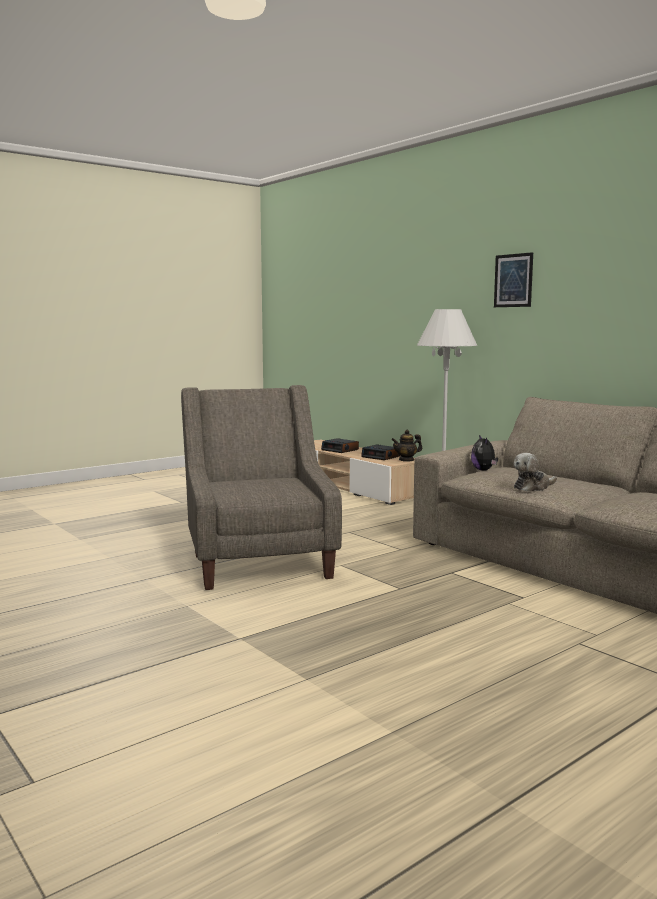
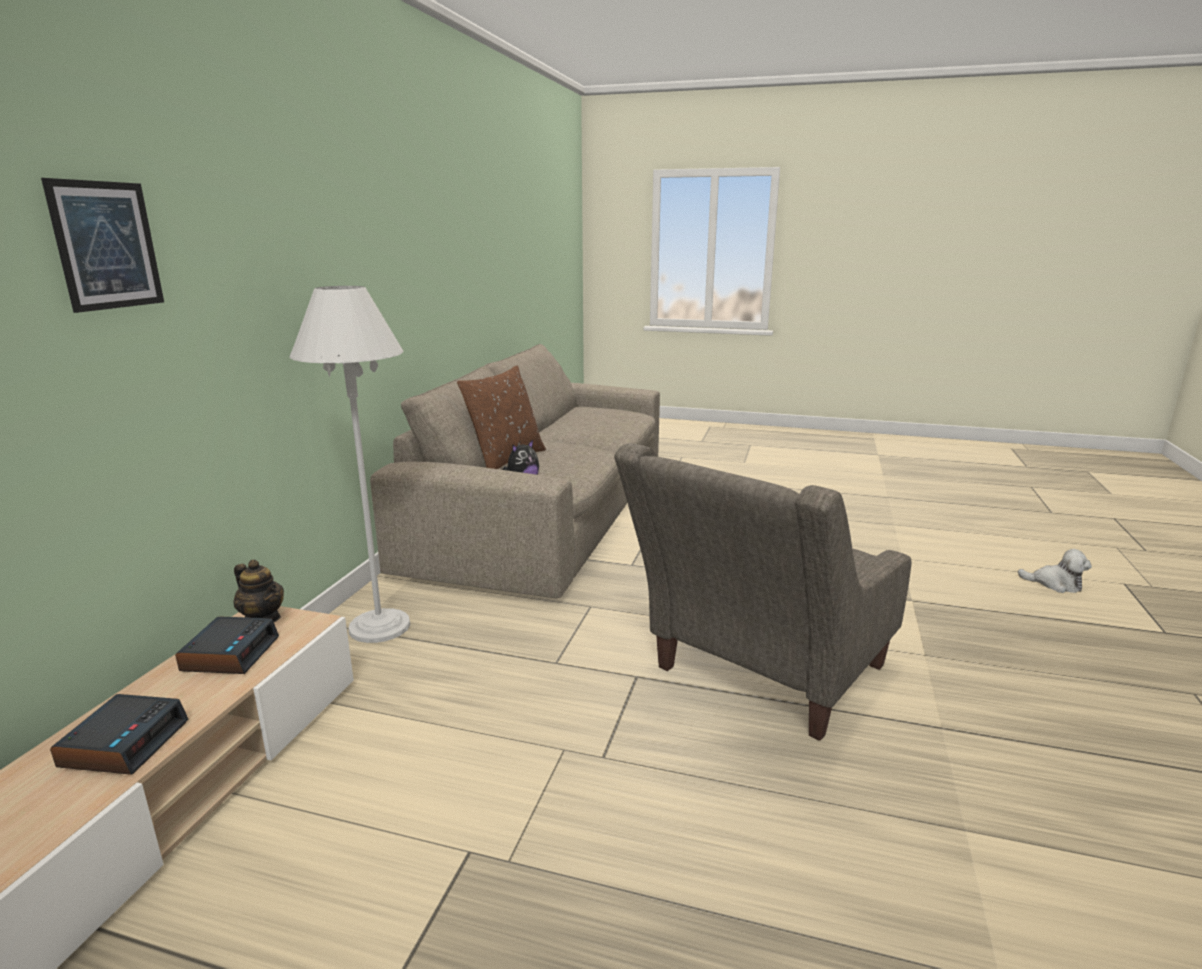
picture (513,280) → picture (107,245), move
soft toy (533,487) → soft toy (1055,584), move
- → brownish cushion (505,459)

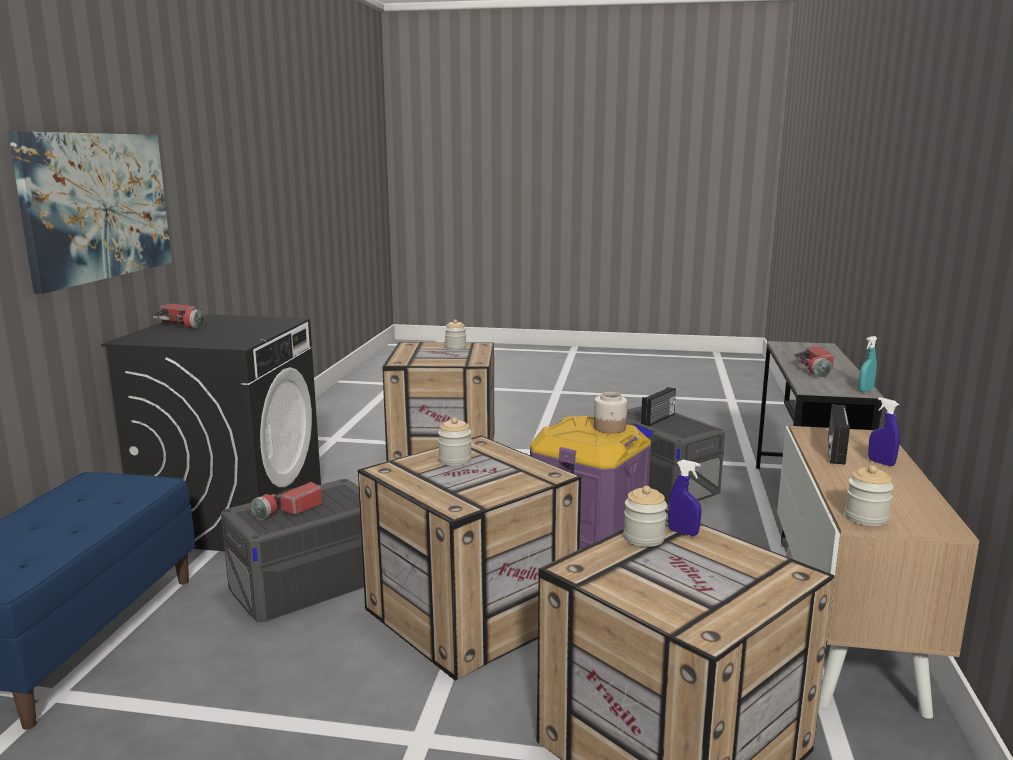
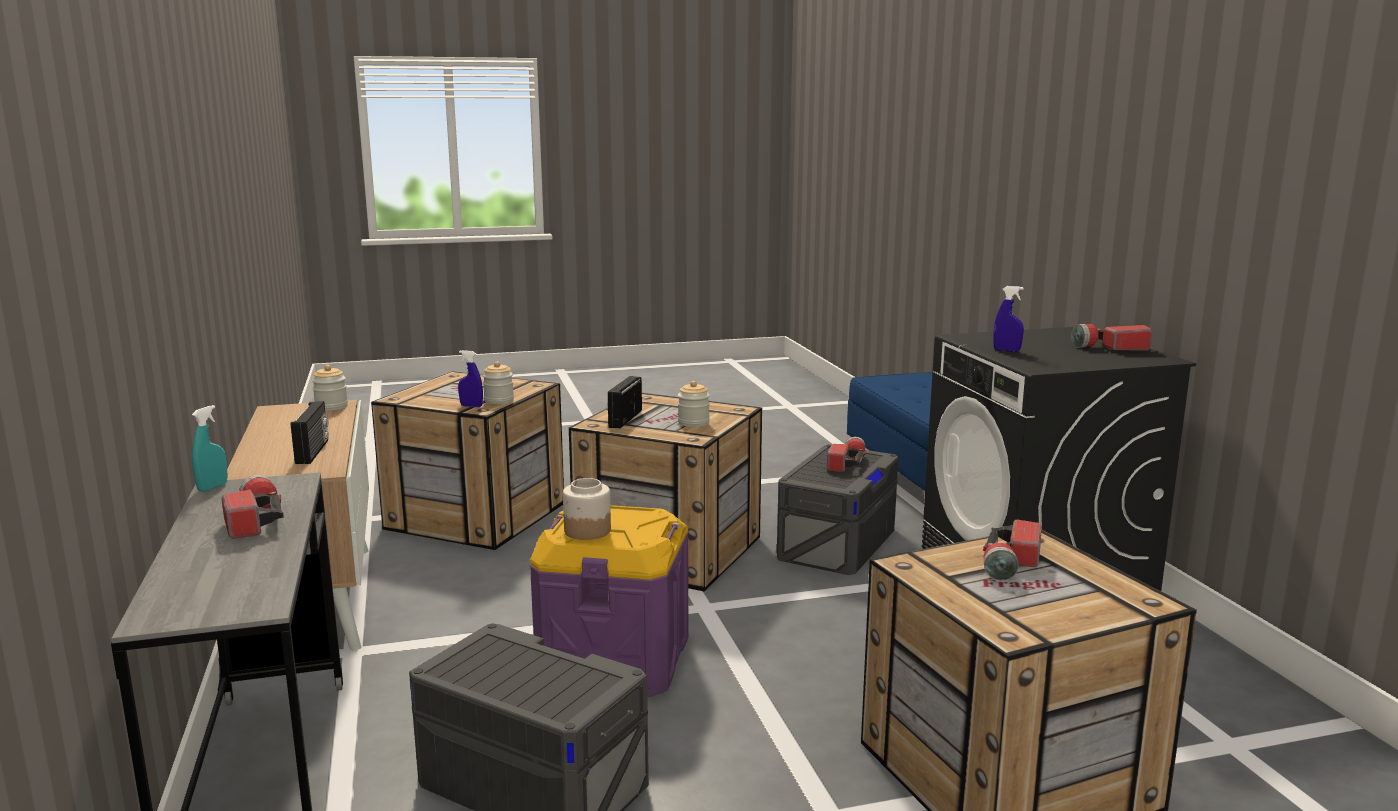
picture (97,206) → -
storage jar (455,347) → -
radio set (658,419) → radio set (624,419), move
bluish hand sprayer (881,463) → bluish hand sprayer (1006,350), move
- → flashlight (1010,564)

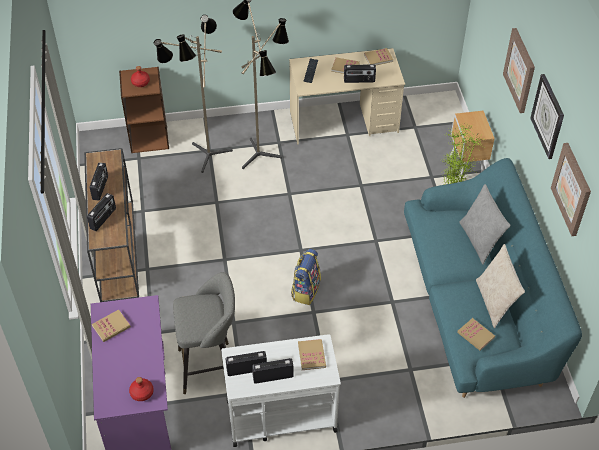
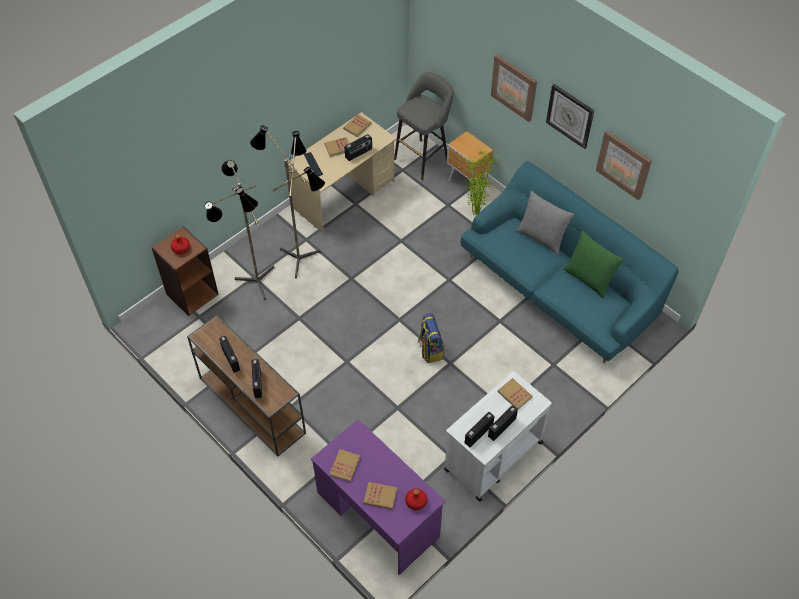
greyish sitting stool (210,367) → greyish sitting stool (423,158), move
book (475,335) → book (380,496), move
sand-coloured cushion (495,302) → greenish cushion (589,278)

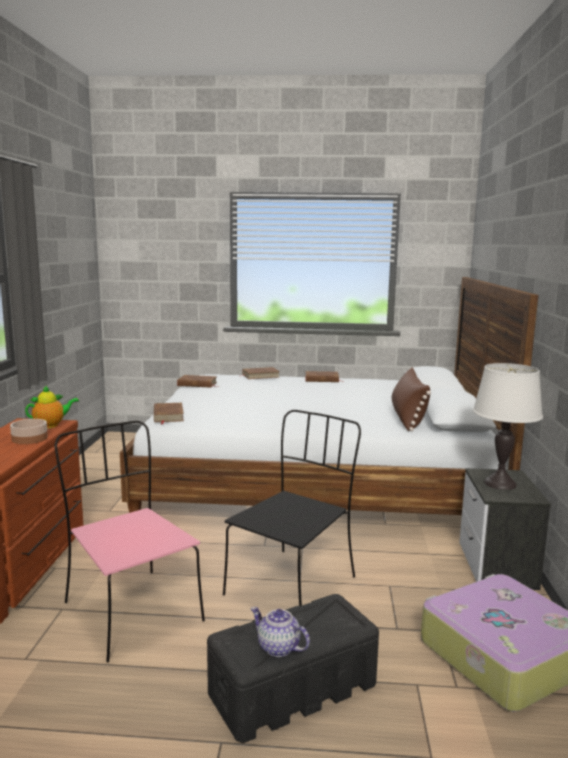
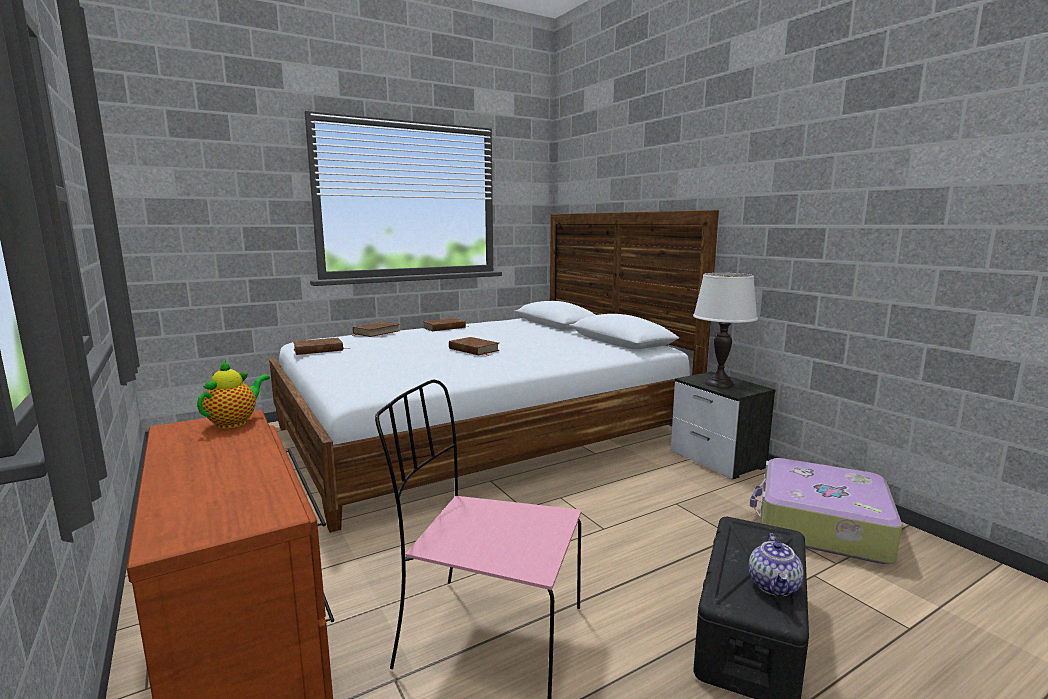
serving bowl (30,439) → -
brownish book (168,416) → brownish book (474,350), move
black-coloured chair (293,584) → -
tea pot (278,647) → tea pot (774,586), 75 degrees counterclockwise
brownish cushion (407,417) → -

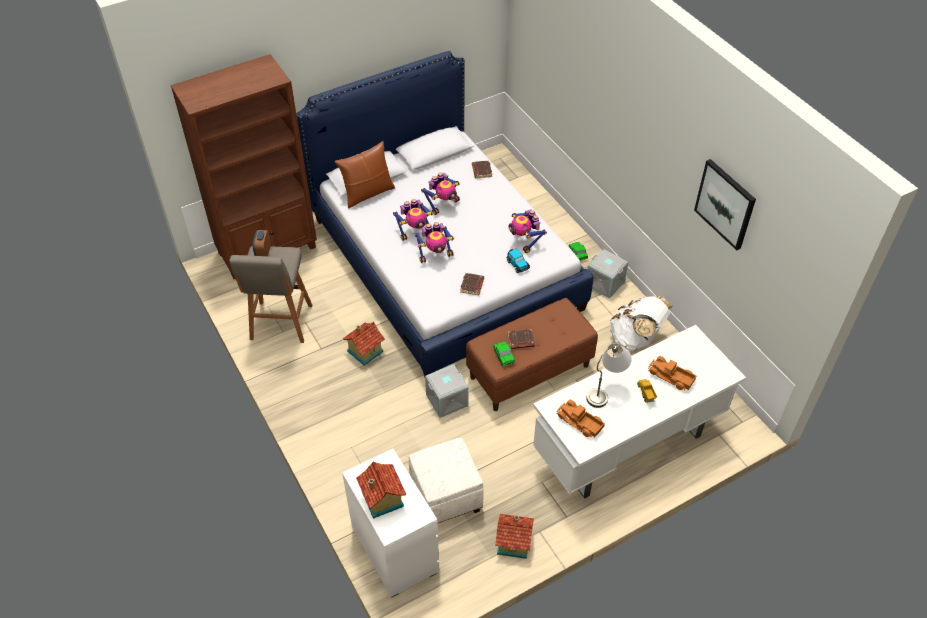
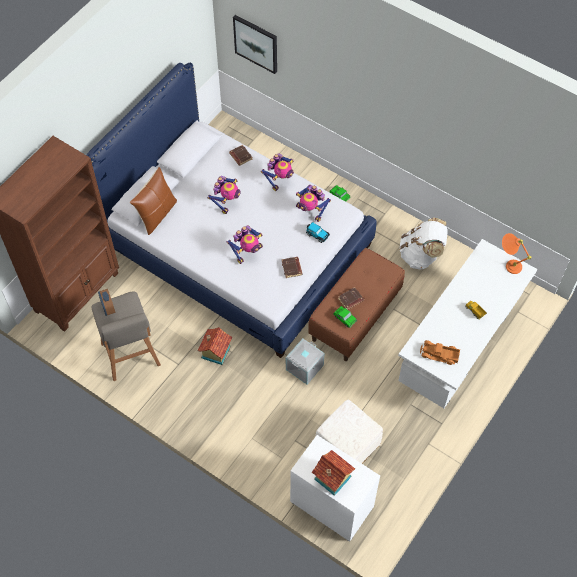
toy robot (415,231) → toy robot (280,179), move
model house (513,542) → -
greyish tabletop lamp (606,390) → -
greyish storage container (605,283) → -
toy truck (670,377) → -
picture (725,204) → picture (256,43), move
- → orange-coloured tabletop lamp (508,264)

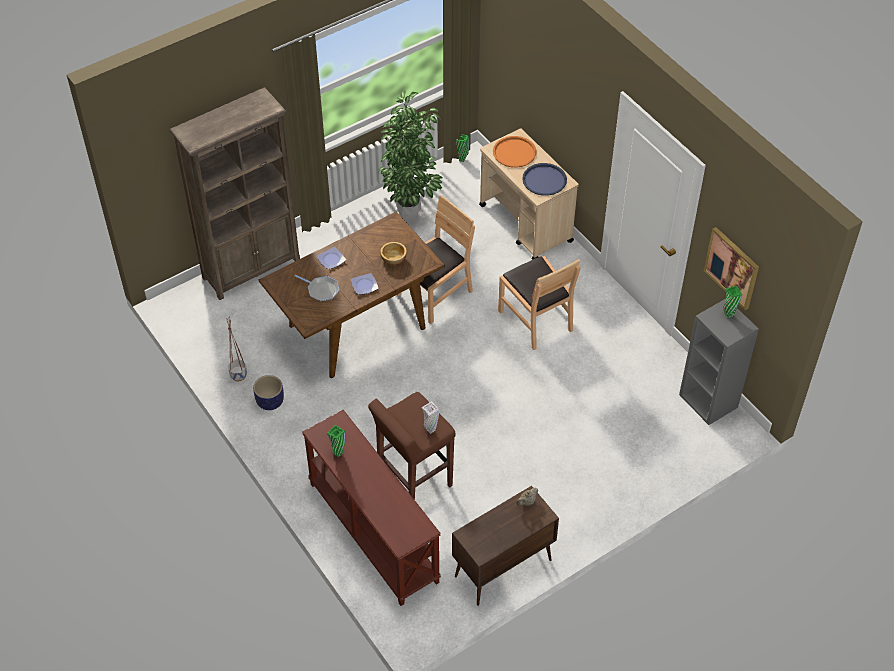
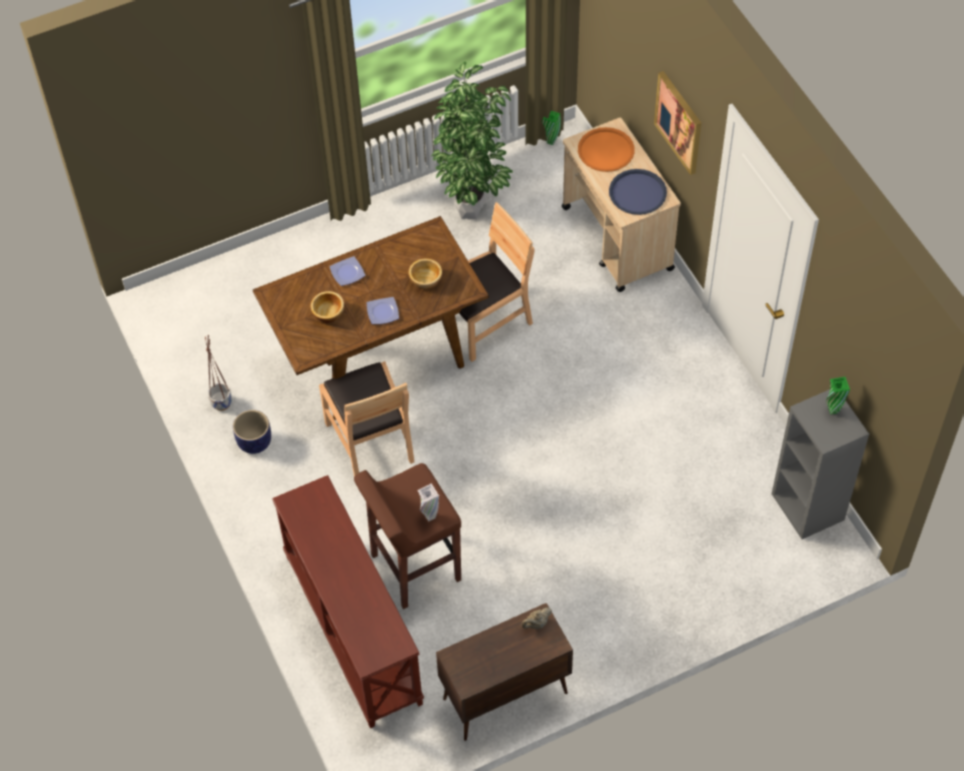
brownish bookshelf (252,268) → -
skillet (321,290) → serving bowl (328,312)
greenish flower vase (338,453) → -
brownish chair (536,320) → brownish chair (370,441), move
picture (732,267) → picture (679,122), move

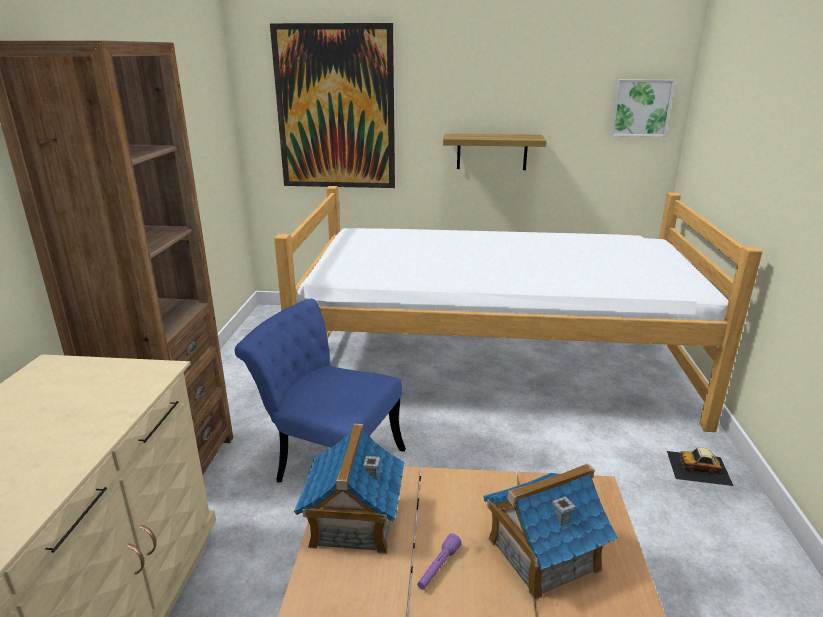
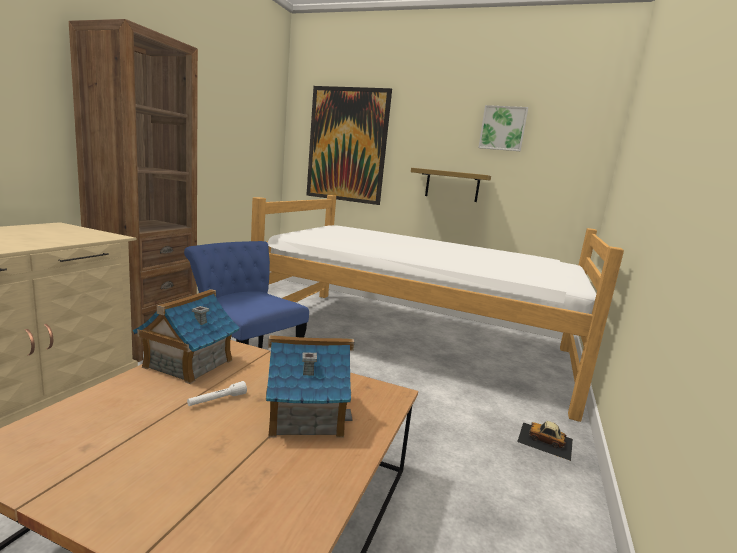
purple-coloured flashlight (438,567) → white-coloured flashlight (217,400)
picture (640,108) → picture (503,128), move

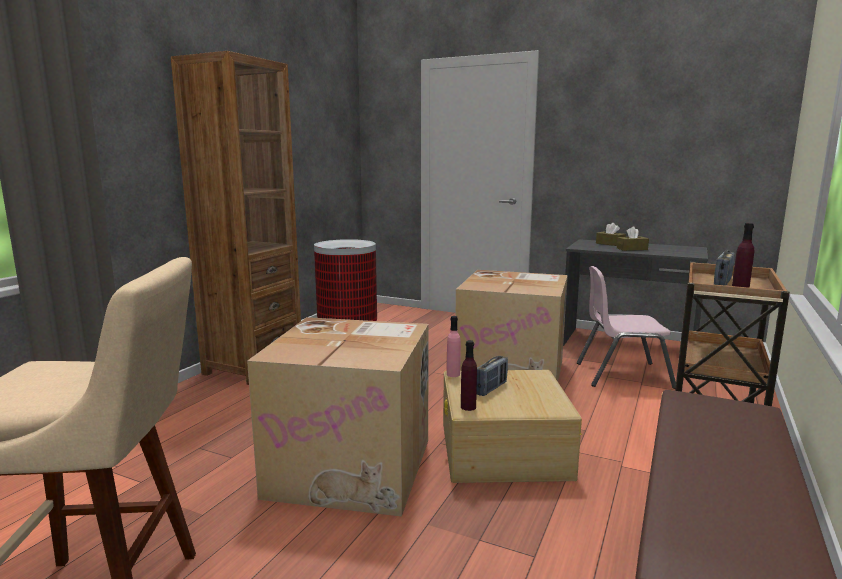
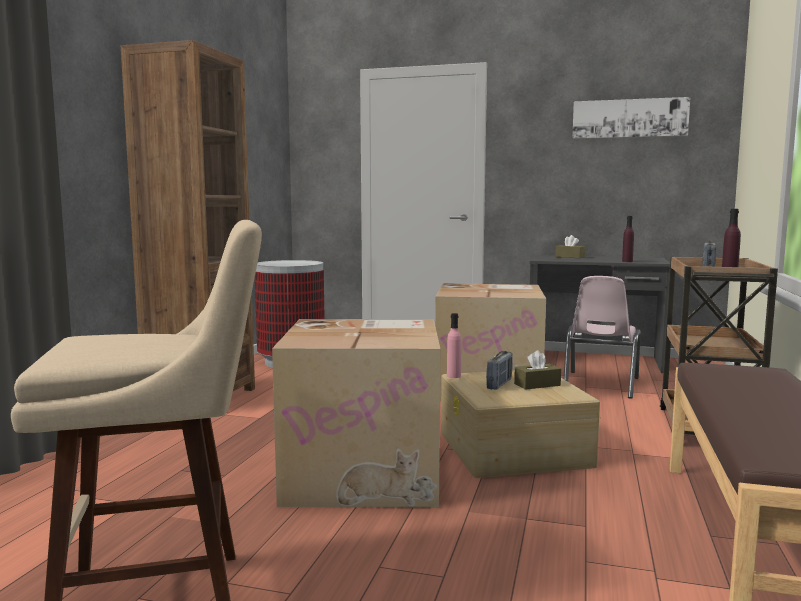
purple-coloured bottle (468,407) → purple-coloured bottle (627,261), move
pinkish chair (622,375) → pinkish chair (600,384), 60 degrees counterclockwise
brownish tissue box (632,249) → brownish tissue box (537,384), move
- → picture (629,118)

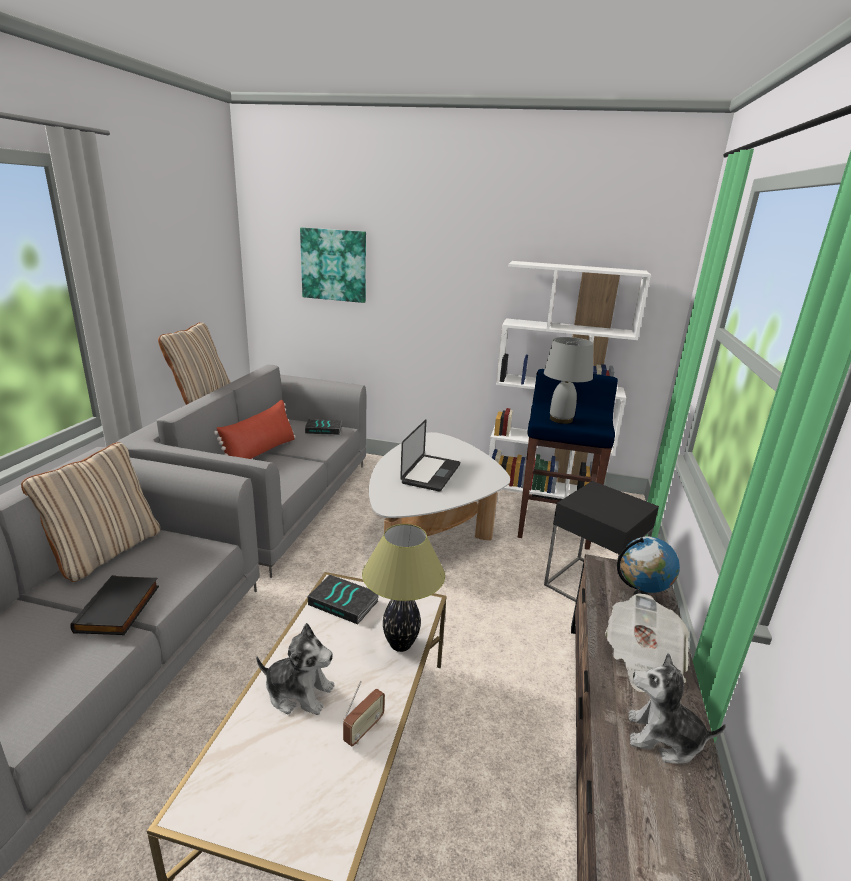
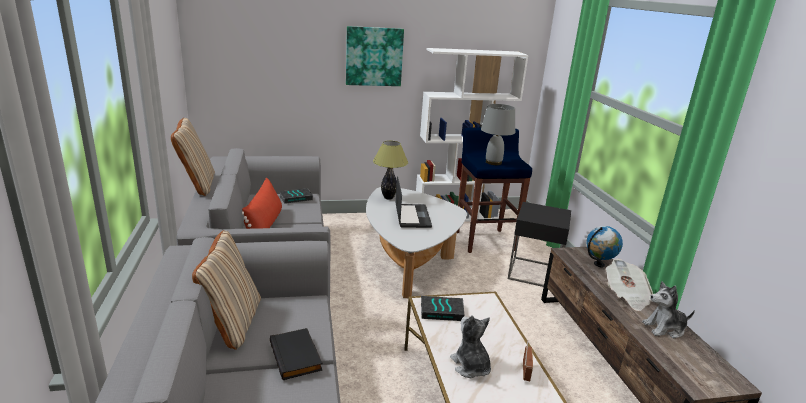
soft toy (299,692) → soft toy (470,366), 105 degrees counterclockwise
picture (334,265) → picture (374,56), move
tabletop lamp (400,644) → tabletop lamp (388,197), move

